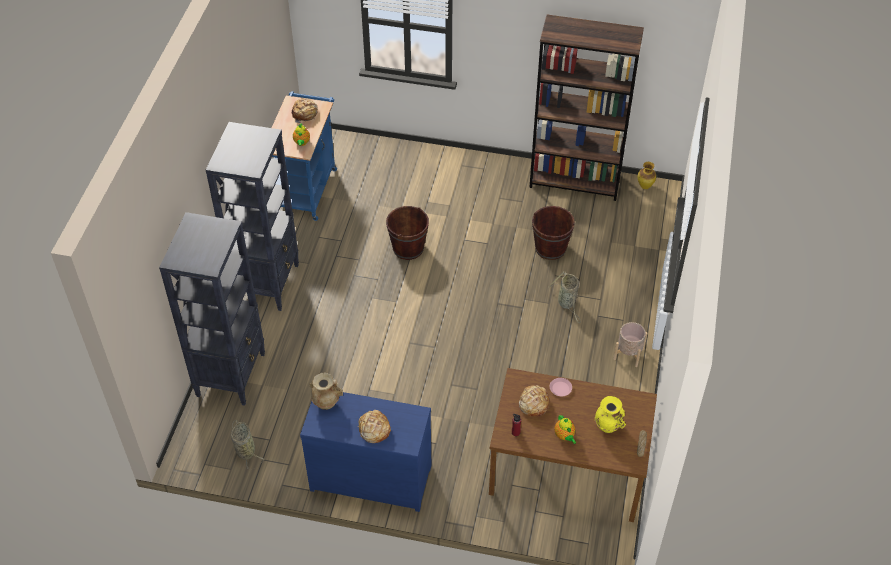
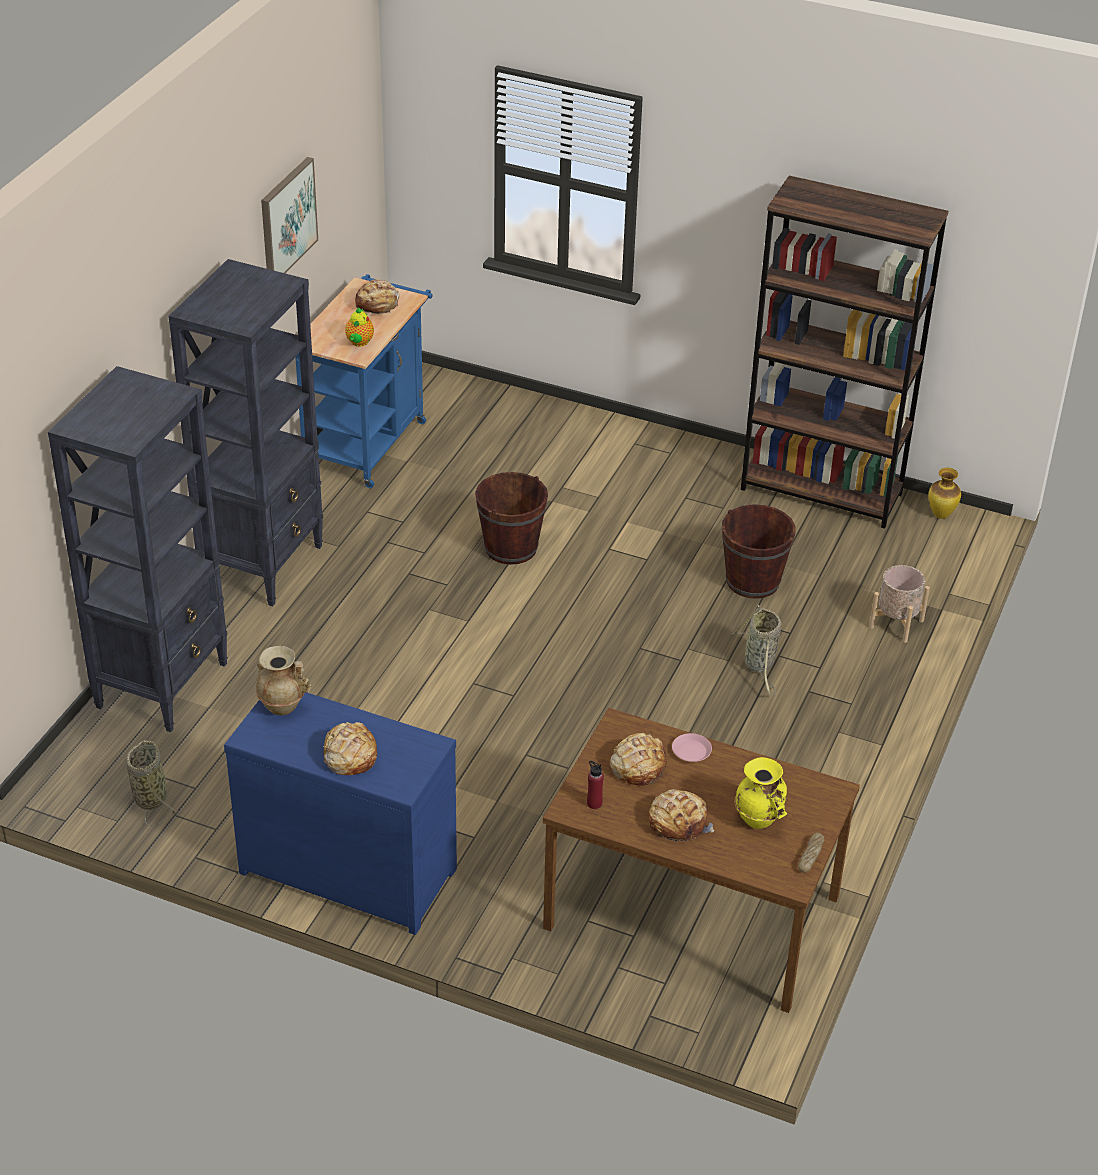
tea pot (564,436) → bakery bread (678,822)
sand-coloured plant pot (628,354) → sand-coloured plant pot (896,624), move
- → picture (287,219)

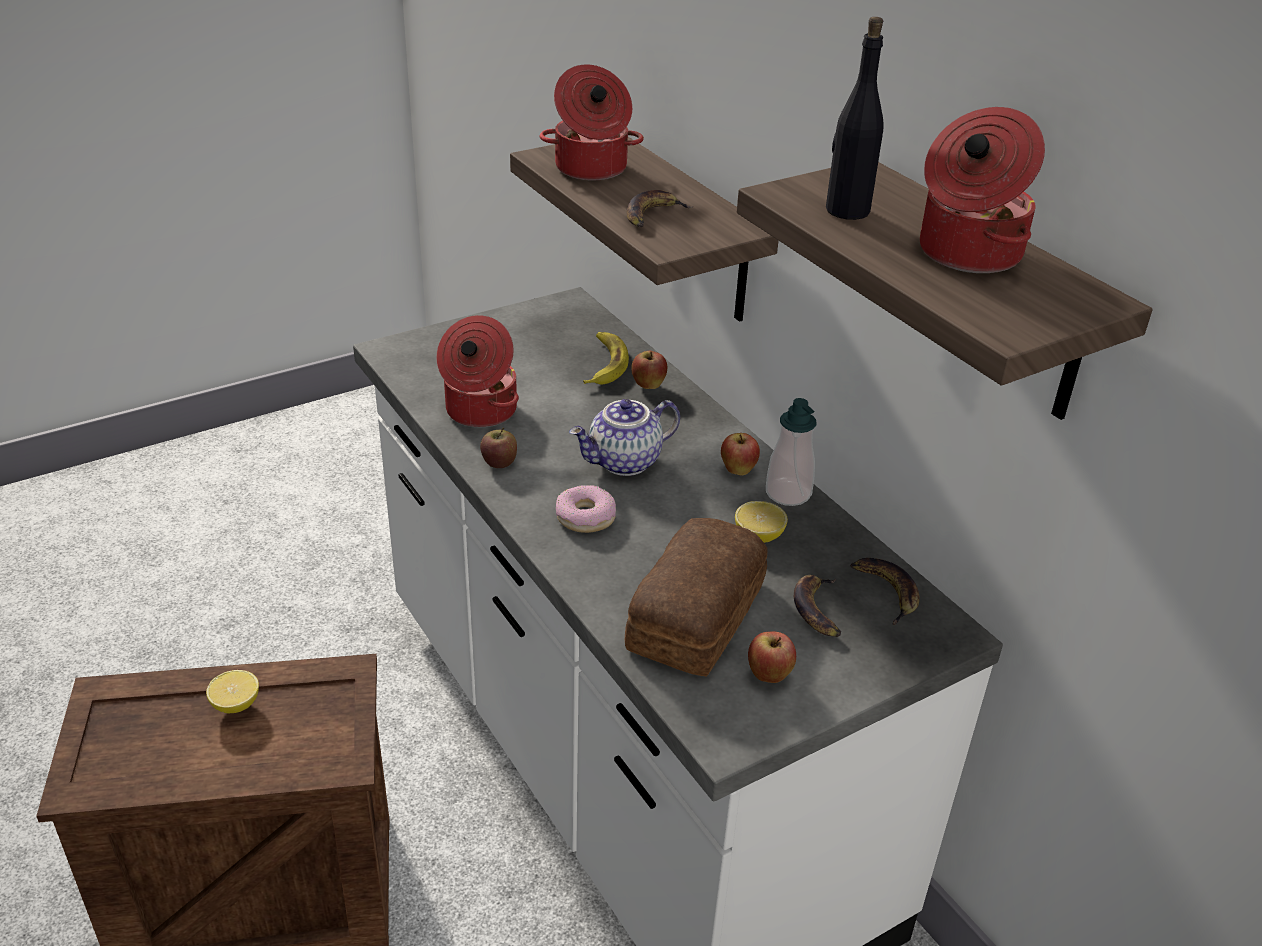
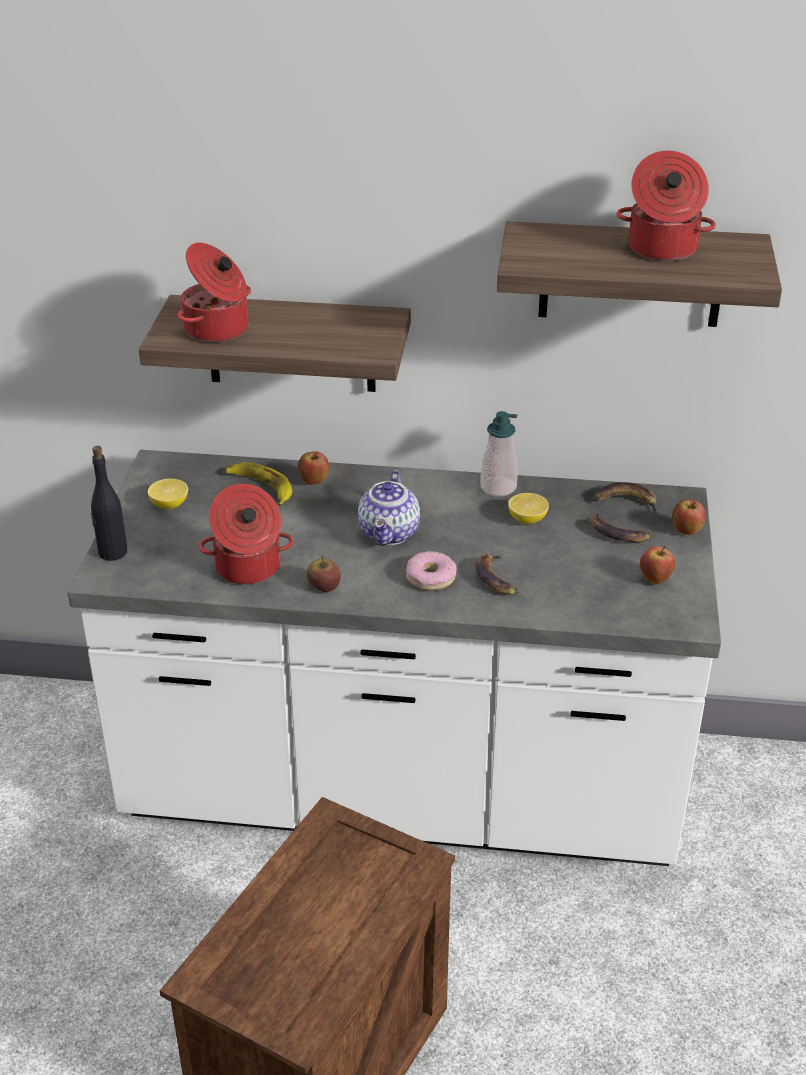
lemon (236,705) → lemon (169,505), move
bakery bread (692,615) → -
whole banana (652,215) → whole banana (496,578), move
apple fruit (738,471) → apple fruit (686,532), move
black-coloured bottle (847,210) → black-coloured bottle (112,552), move

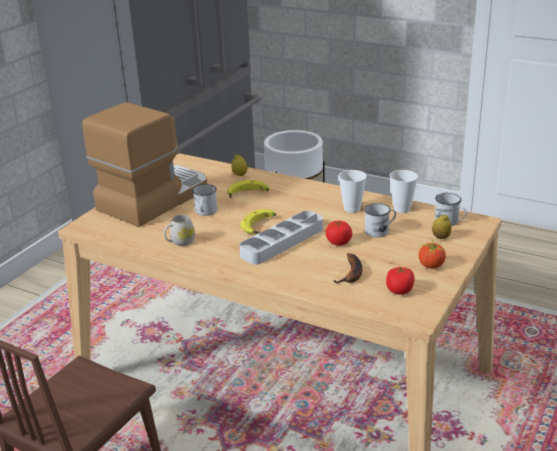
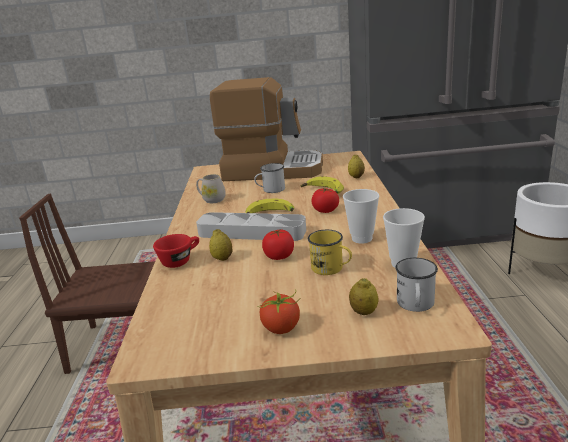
whole banana (352,274) → -
white-coloured mug (380,231) → yellow mug (331,269)
whole tomato (399,290) → whole tomato (325,210), move
- → red drinking cup (180,260)
- → lemon (222,258)

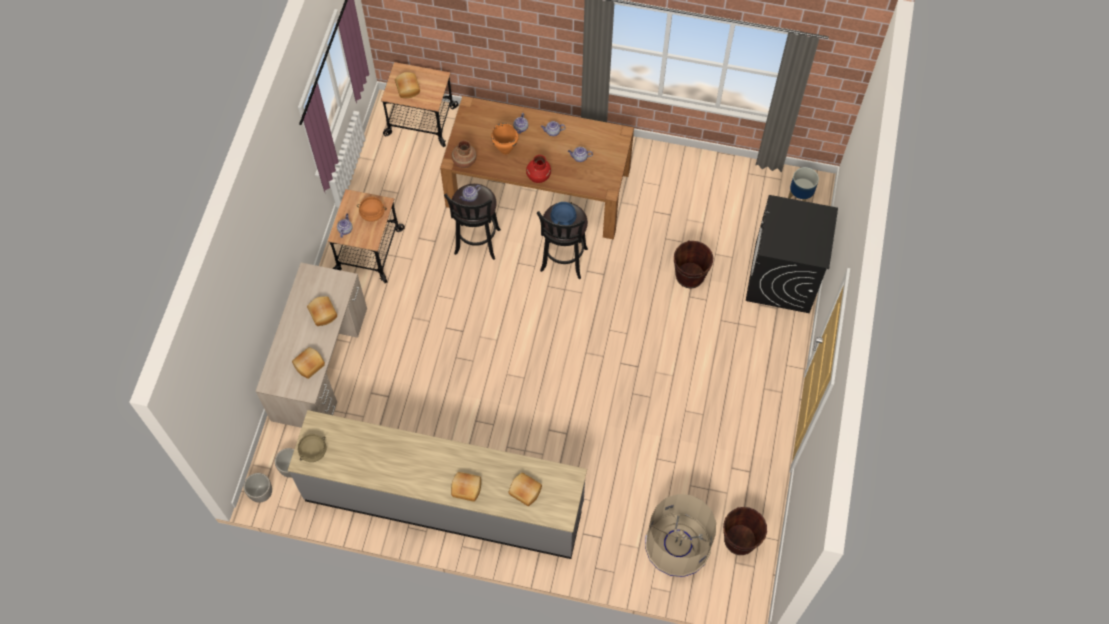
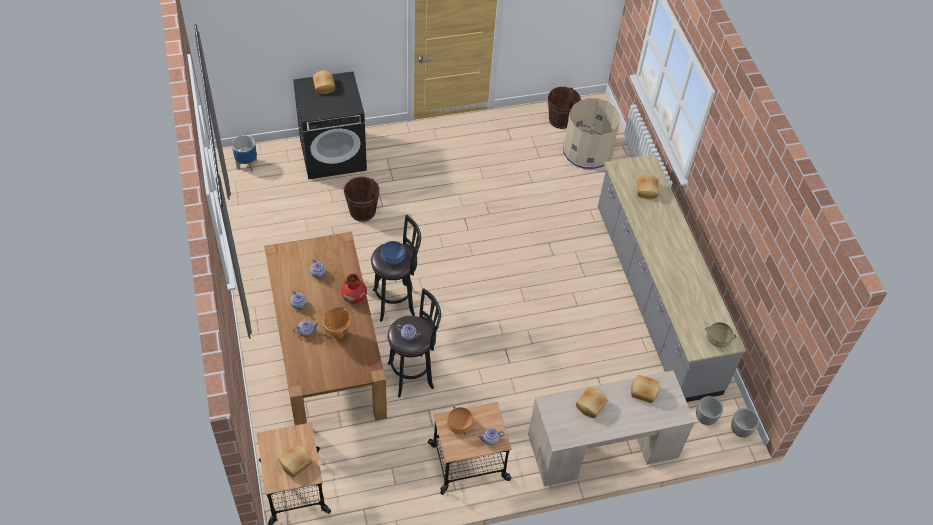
bakery bread (466,488) → bakery bread (323,86), move
brownish flower vase (464,161) → -

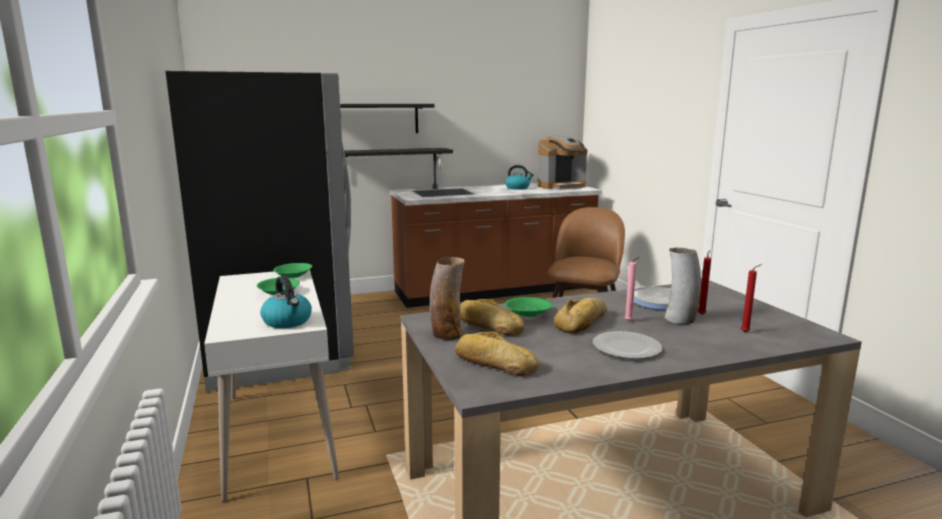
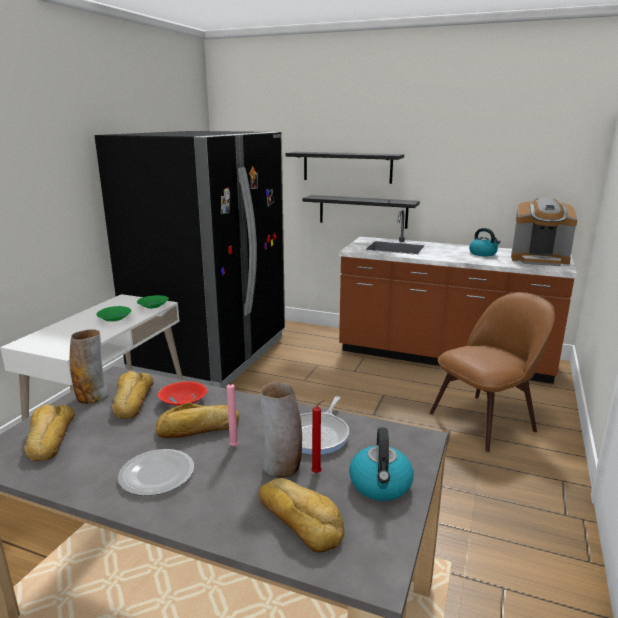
water kettle (288,321) → water kettle (381,485), move
greenish serving bowl (526,314) → red serving bowl (182,401)
red wax light (746,332) → bakery bread (300,519)

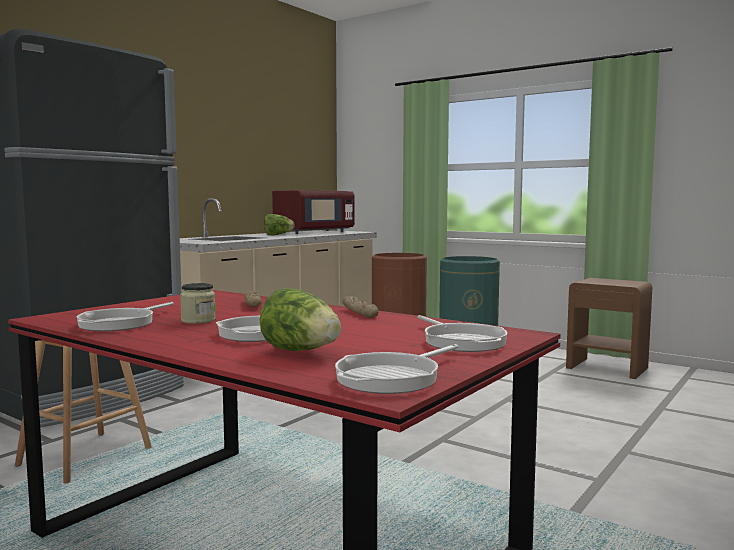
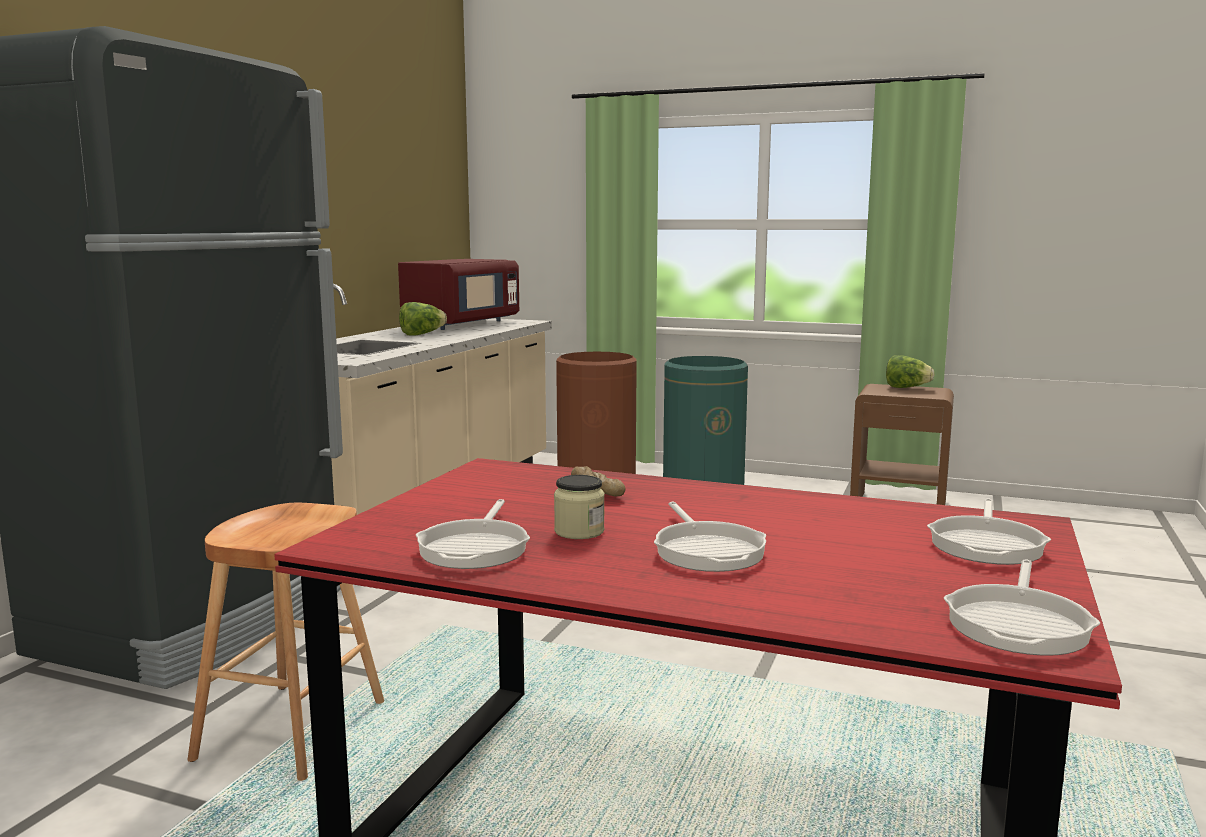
lettuce (301,351) → lettuce (906,388), move
bakery bread (359,313) → -
skillet (461,341) → skillet (987,544), 60 degrees clockwise

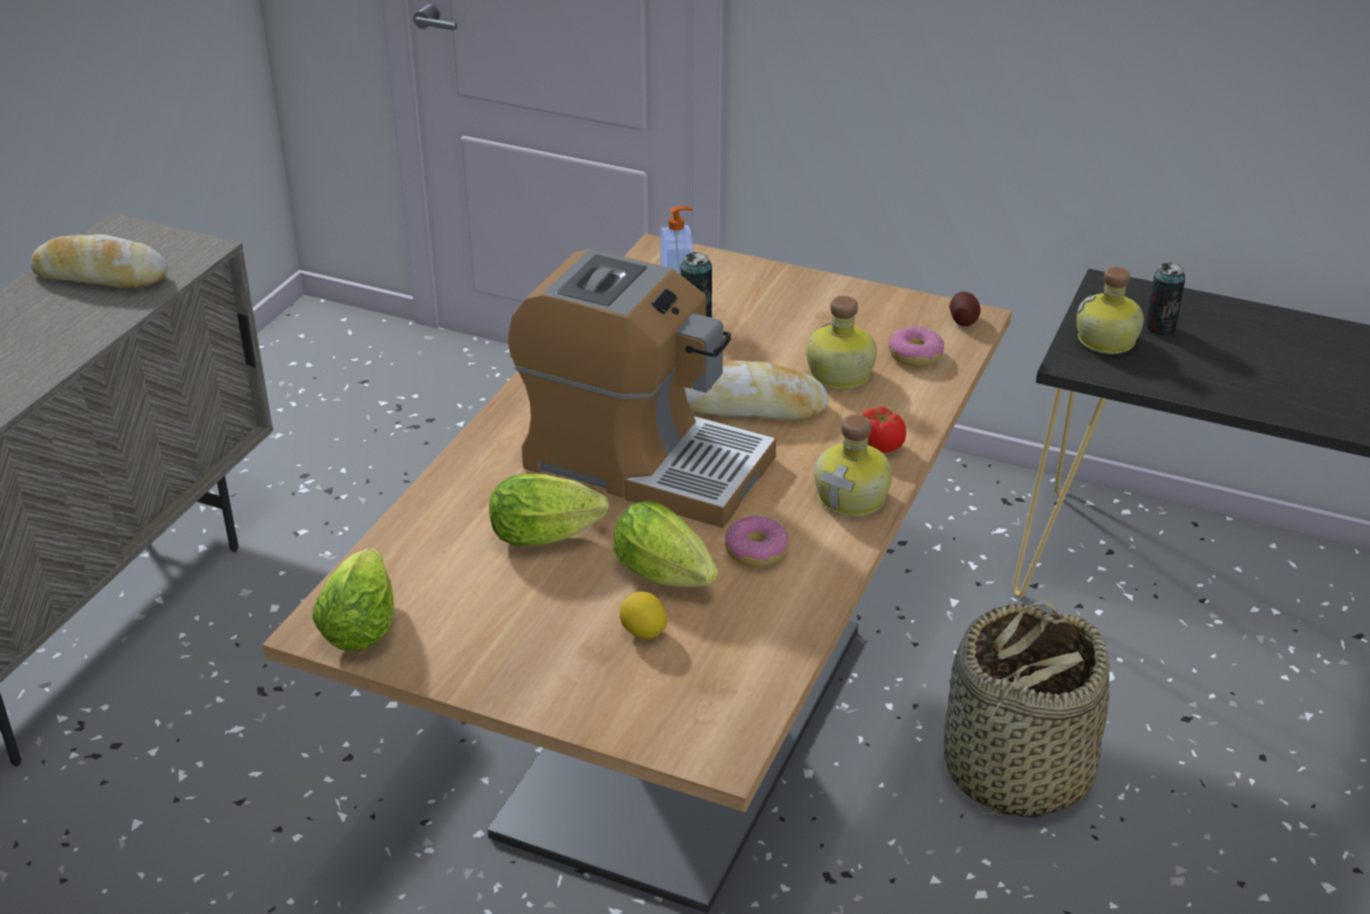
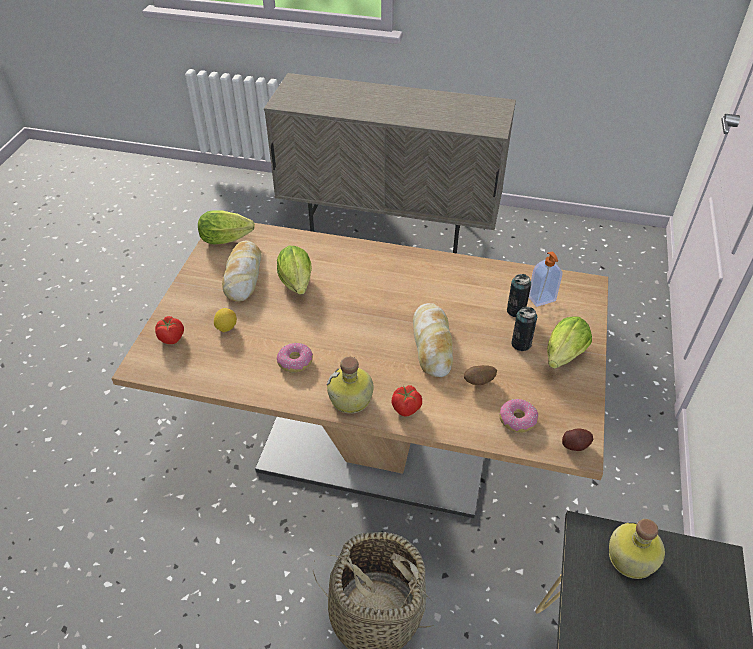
bakery bread (101,276) → bakery bread (243,276), move
coffee brewer (643,462) → -
lettuce (669,578) → lettuce (562,358), move
bottle (838,375) → whole potato (479,382)
metal can (1160,328) → metal can (521,344), move
- → whole tomato (172,338)

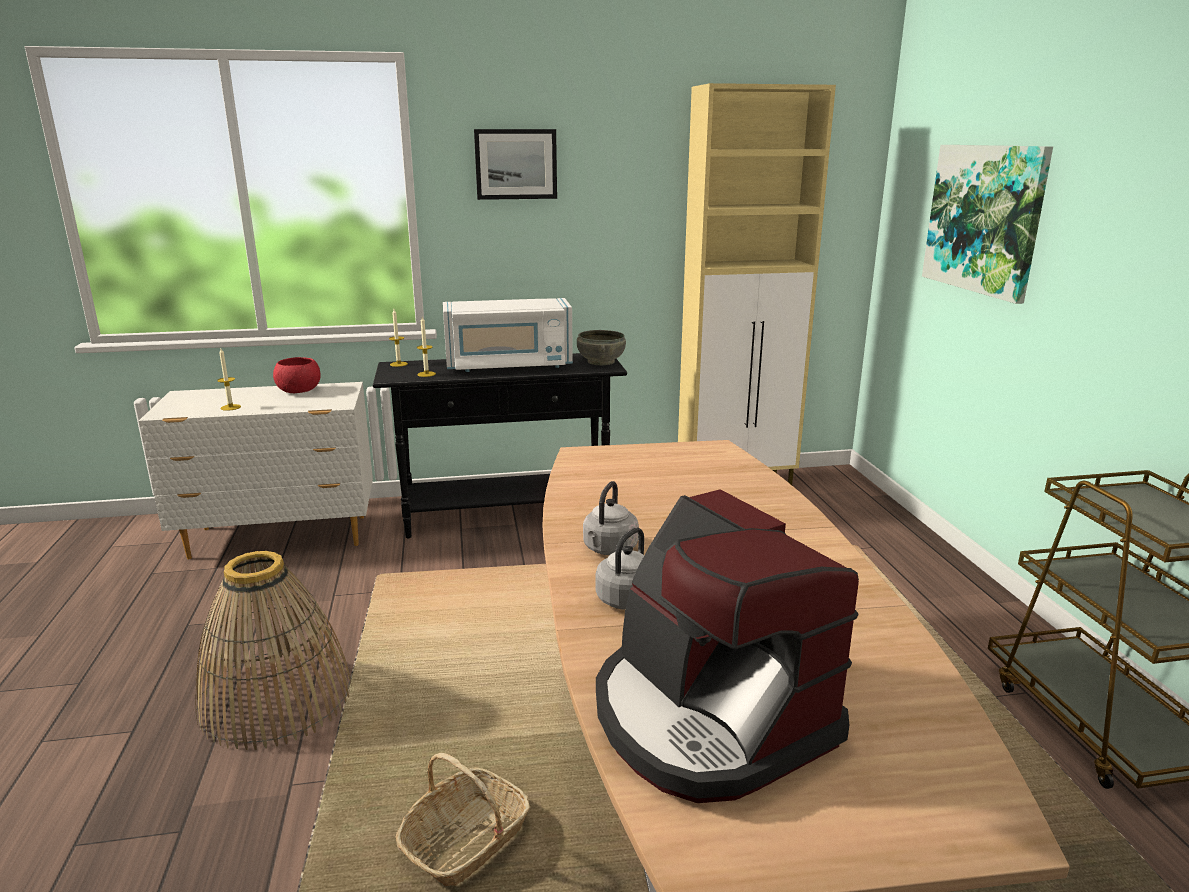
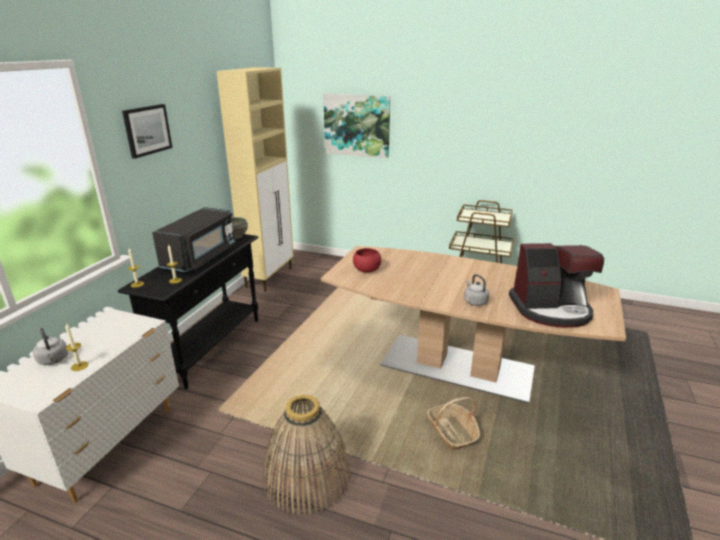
red serving bowl (299,391) → red serving bowl (367,270), move
white-coloured microwave oven (508,366) → black-coloured microwave oven (200,257)
greyish water kettle (609,549) → greyish water kettle (53,360), move

